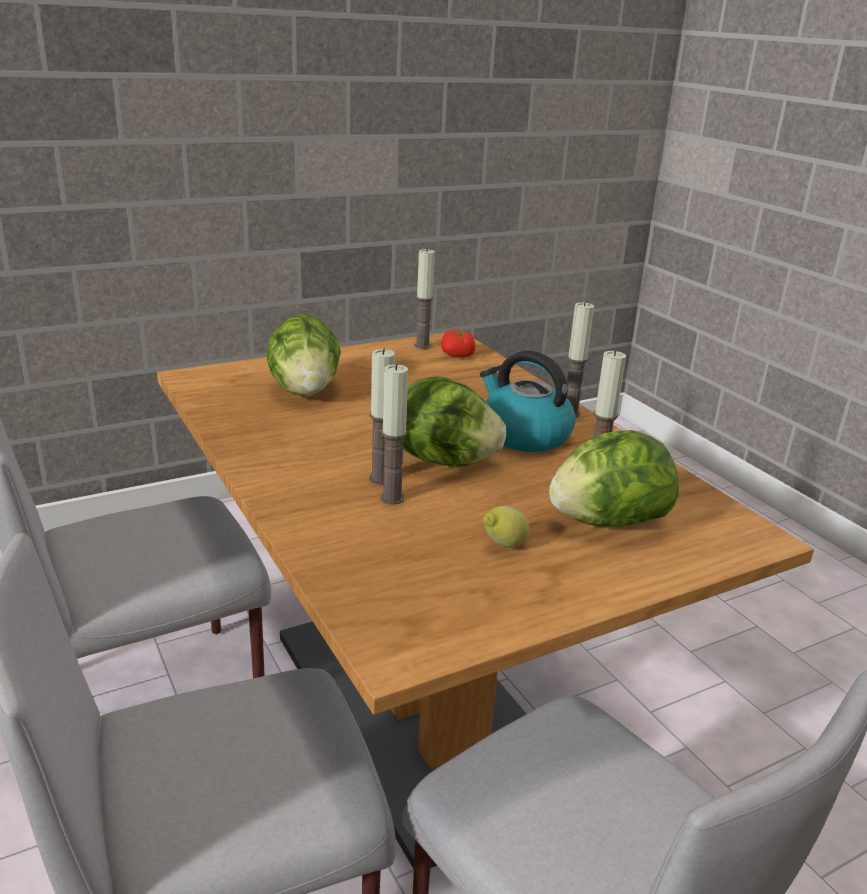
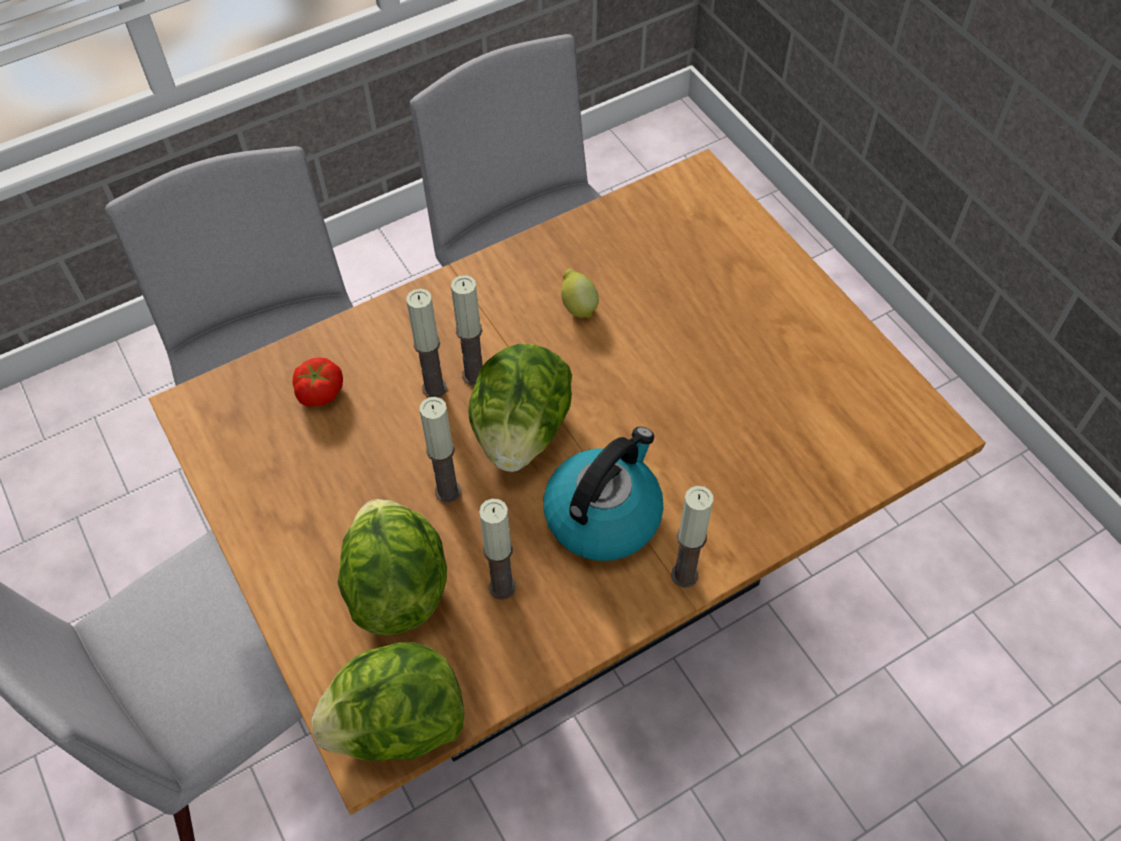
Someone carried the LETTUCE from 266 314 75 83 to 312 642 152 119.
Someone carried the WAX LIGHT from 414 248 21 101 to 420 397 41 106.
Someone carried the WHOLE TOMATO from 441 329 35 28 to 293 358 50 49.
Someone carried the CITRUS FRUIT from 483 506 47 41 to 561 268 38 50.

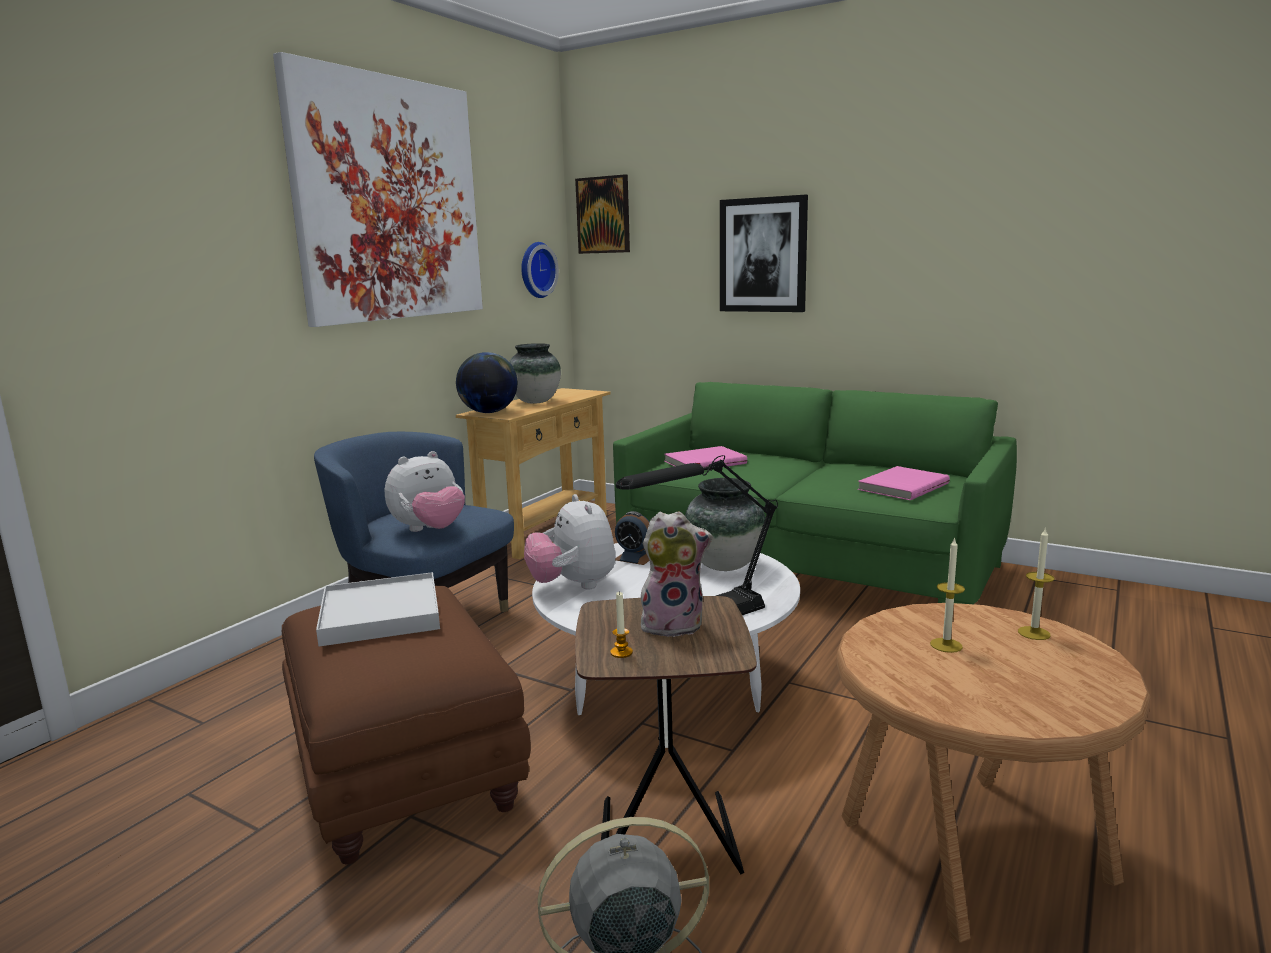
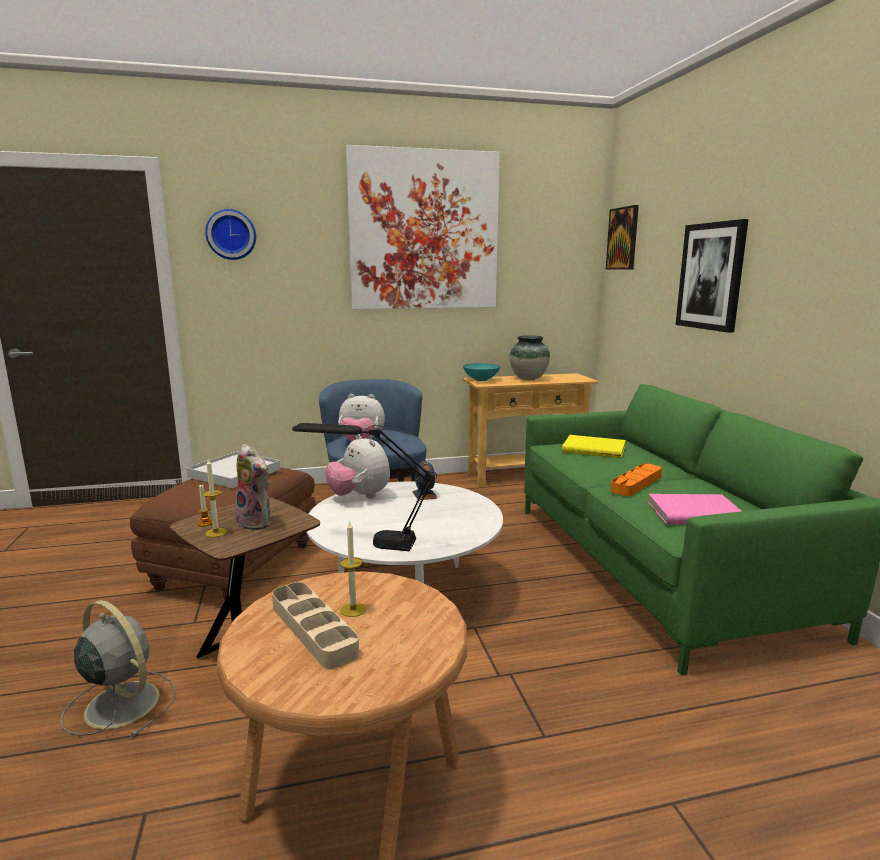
Someone swapped the DESK GLOBE at 456 352 62 61 for the TURQUOISE-COLOURED BOWL at 463 363 37 18.
Someone carried the WALL CLOCK from 521 242 38 56 to 205 209 51 51.
Someone rotated the SOFT TOY at 524 494 91 95 by 60 degrees counterclockwise.
Someone repainted the PINKISH BOOK at 664 446 83 22, which became the YELLOW BOOK at 562 435 64 23.
Someone took away the FLOWER VASE at 685 478 81 93.
Someone carried the WAX LIGHT from 1018 527 36 113 to 202 459 25 78.
Someone put down the SAND-COLOURED CARRYING TRAY at 272 582 87 87.
Someone put down the ORANGE-COLOURED CARRYING TRAY at 611 463 51 33.

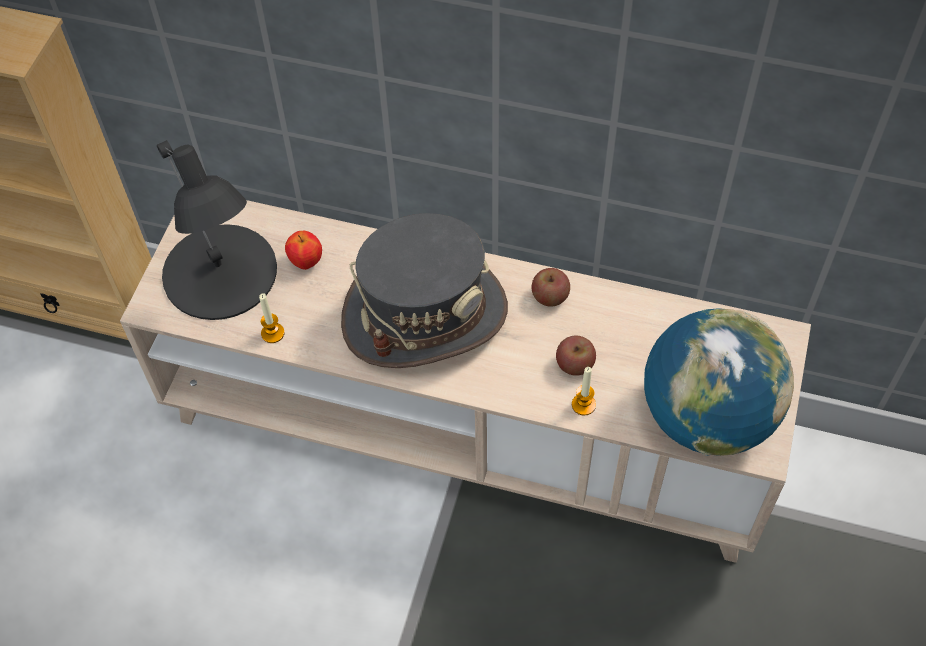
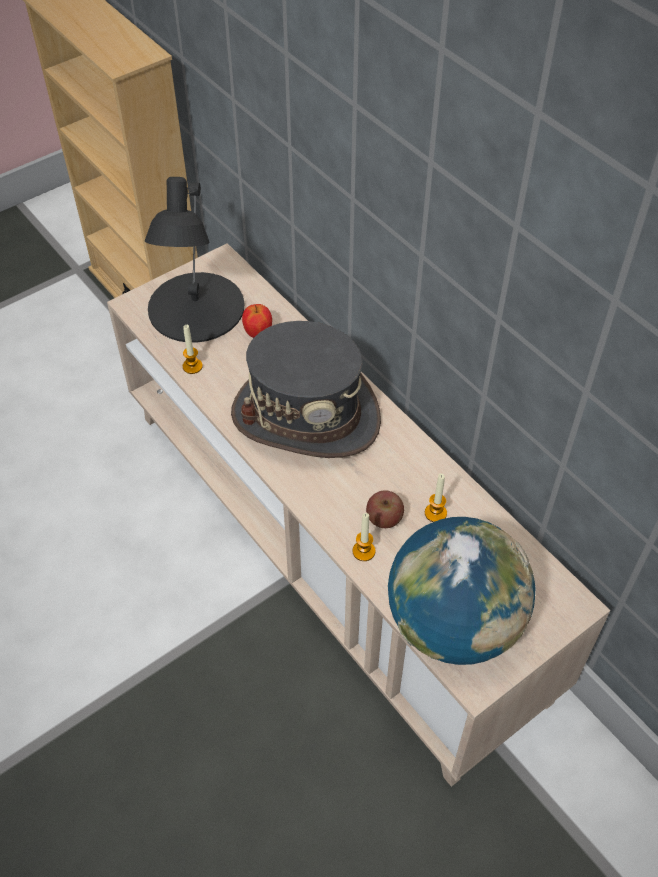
Someone took away the WHOLE APPLE at 532 268 38 39.
Someone put down the WAX LIGHT at 425 474 22 48.

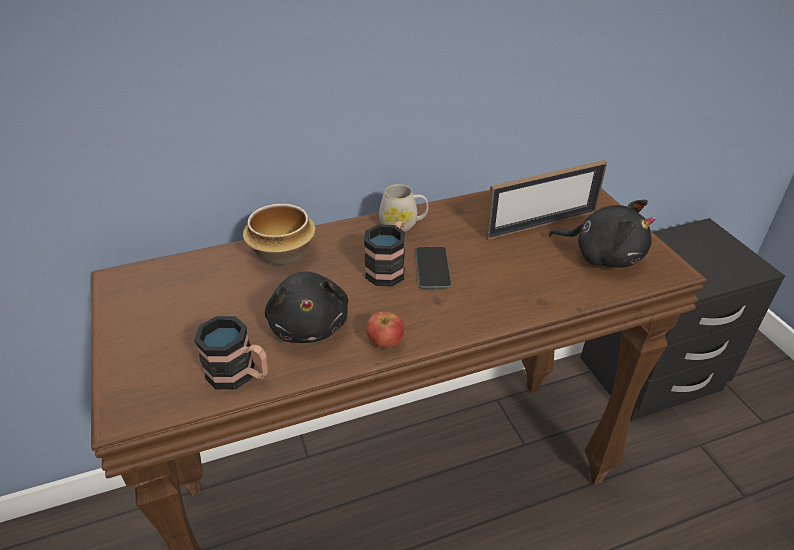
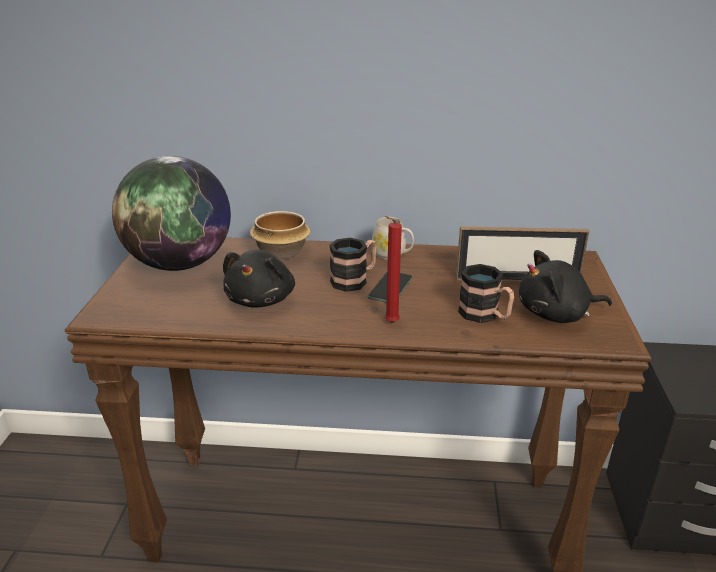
Someone carried the MUG from 194 316 74 74 to 458 264 56 59.
Someone took away the WHOLE APPLE at 366 311 39 38.
Someone rotated the BLACK SOFT TOY at 549 200 107 68 by 120 degrees clockwise.
Someone put down the DESK GLOBE at 112 156 119 115.
Someone put down the RED-COLOURED WAX LIGHT at 385 216 17 107.

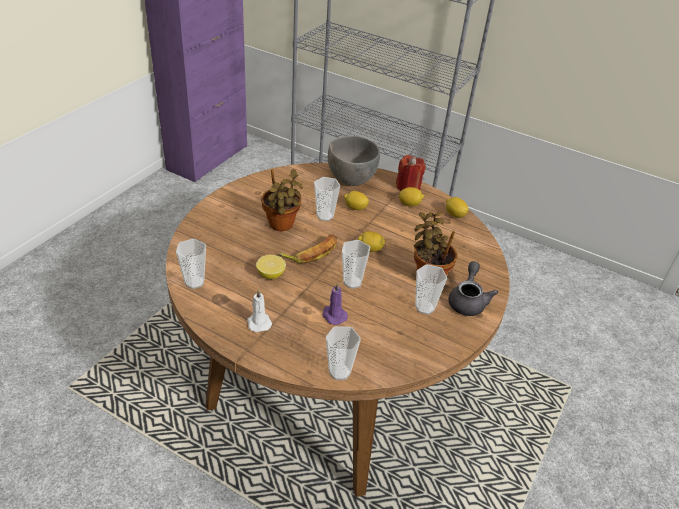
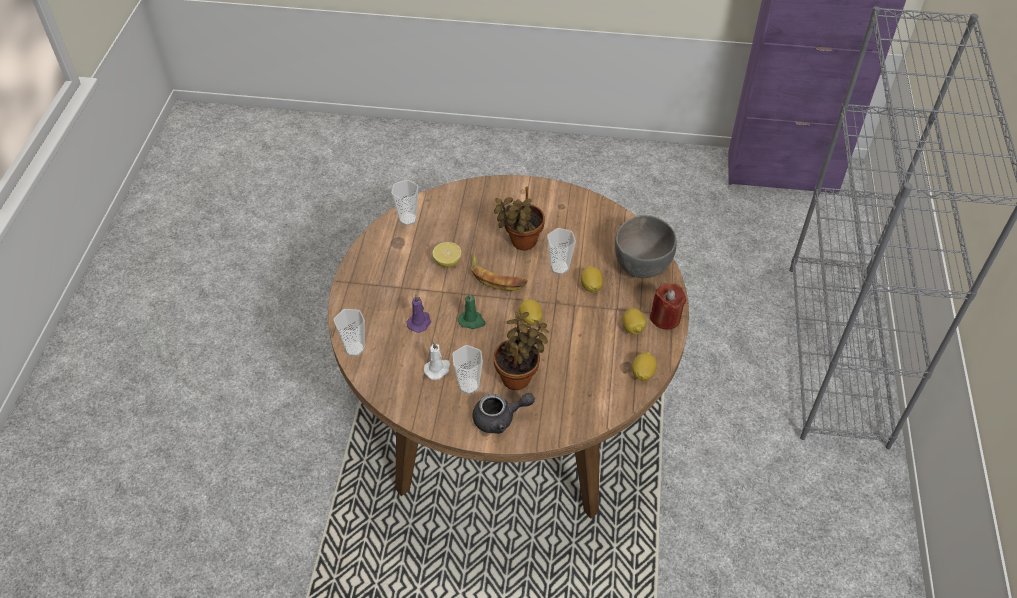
Someone carried the WHITISH WAX LIGHT from 247 289 25 43 to 424 341 26 39.
Someone swapped the CUP at 342 240 28 49 for the GREENISH WAX LIGHT at 458 292 28 37.

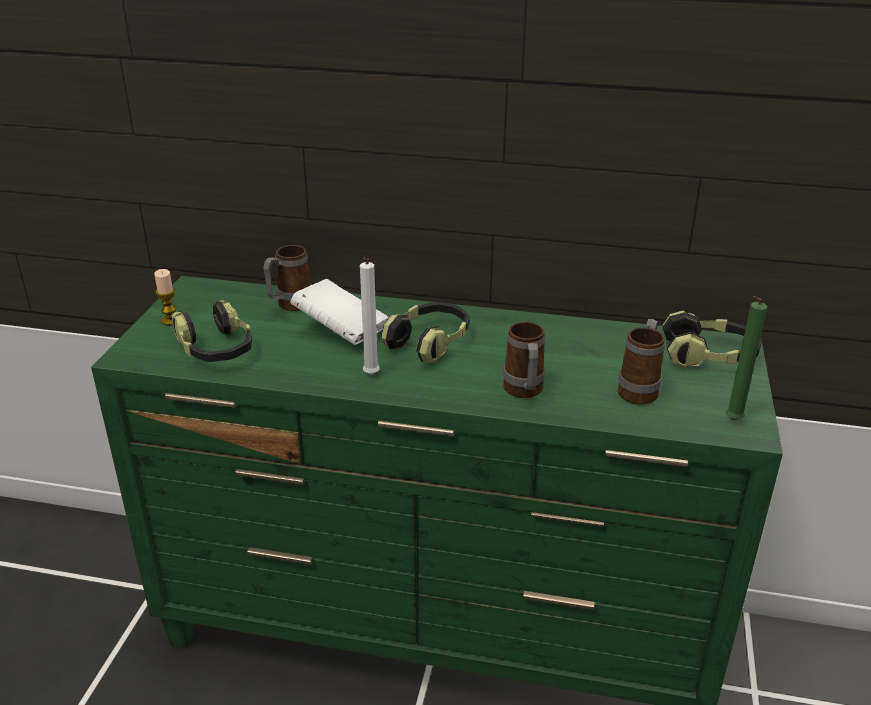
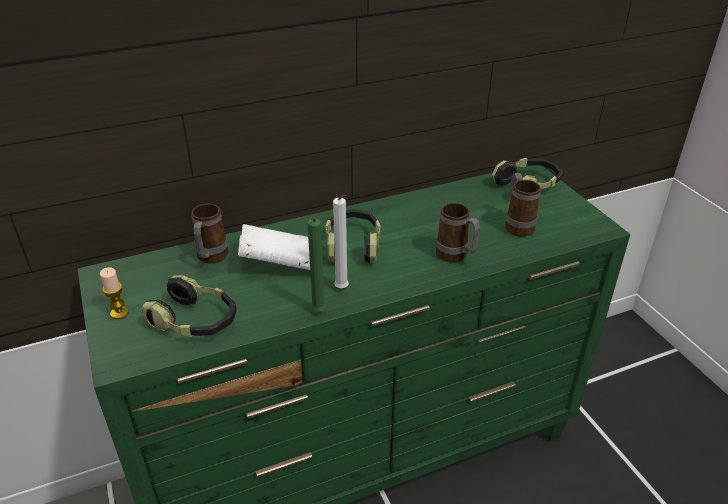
Someone carried the GREENISH WAX LIGHT from 726 296 41 124 to 307 217 19 95.

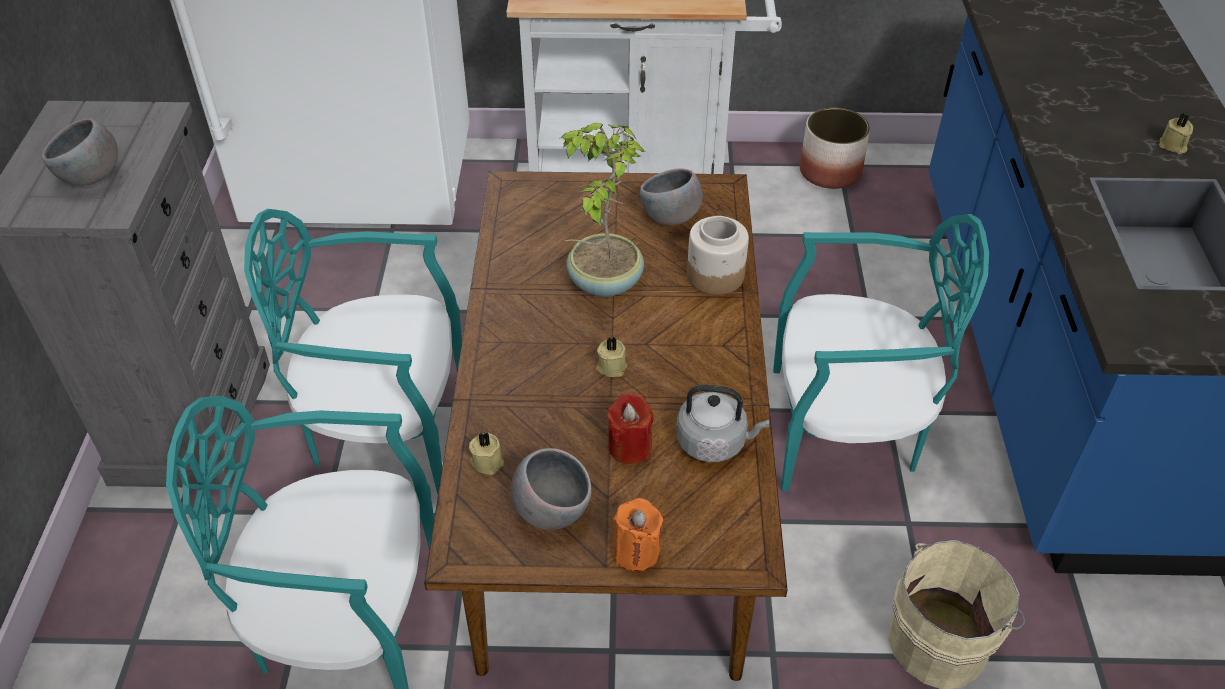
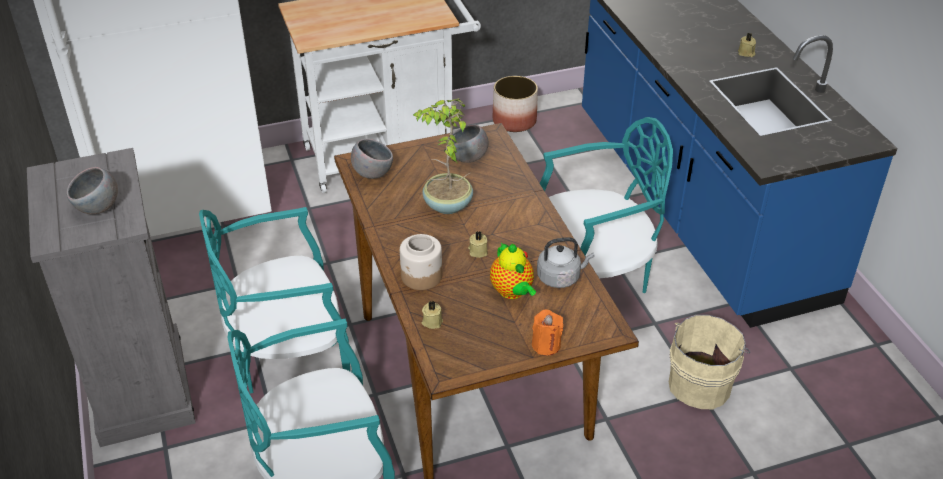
Someone carried the GREYISH BOWL from 511 448 81 82 to 351 139 42 40.
Someone swapped the RED-COLOURED WAX LIGHT at 607 393 47 71 for the TEA POT at 490 242 46 57.
Someone carried the JAR from 687 216 62 79 to 400 234 42 56.

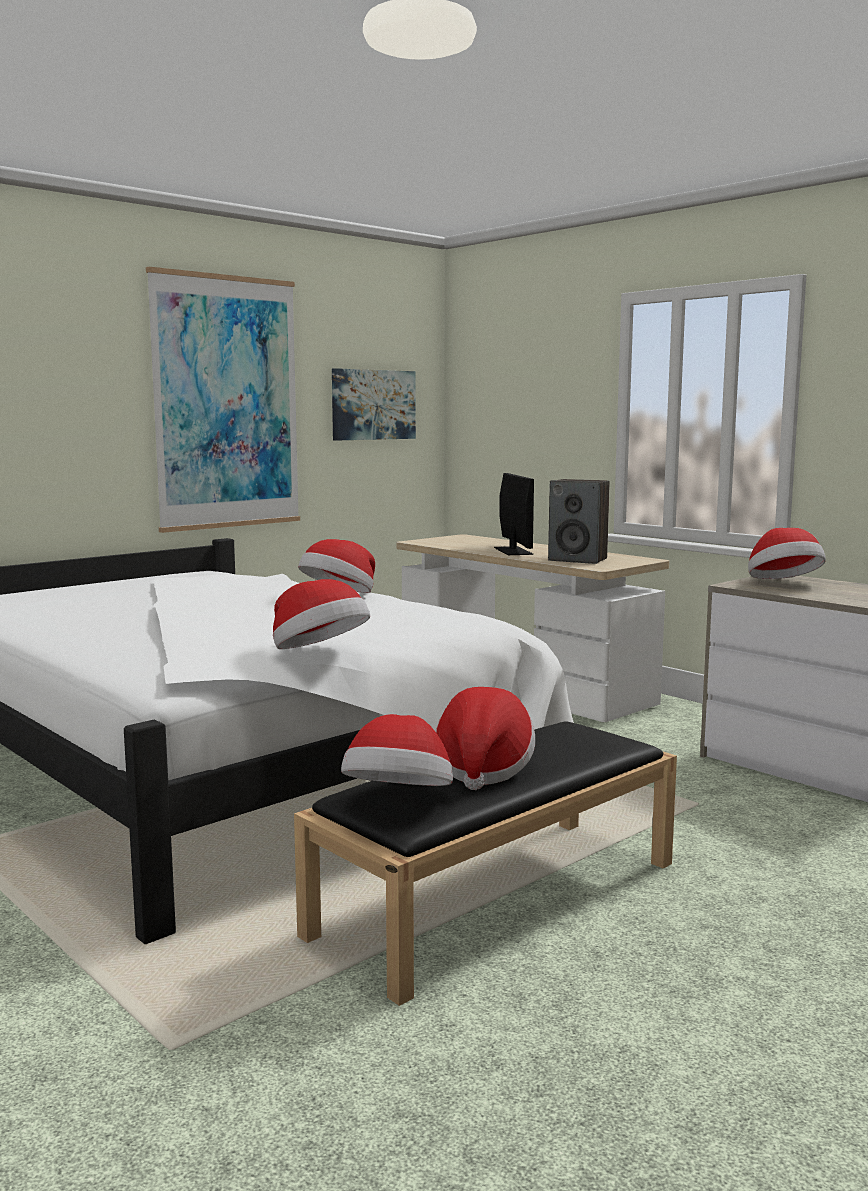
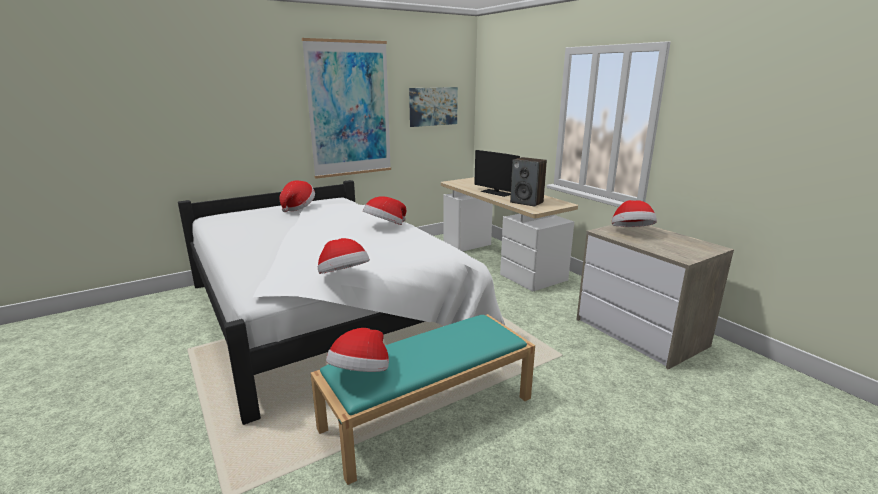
Someone repainted the BLACK LONG SEAT at 294 721 383 285, which became the TURQUOISE-COLOURED LONG SEAT at 311 314 224 171.
Someone carried the CLOTHING HAT from 435 687 100 103 to 279 181 36 31.
Someone rotated the COMPUTER SCREEN at 494 473 40 82 by 135 degrees clockwise.

